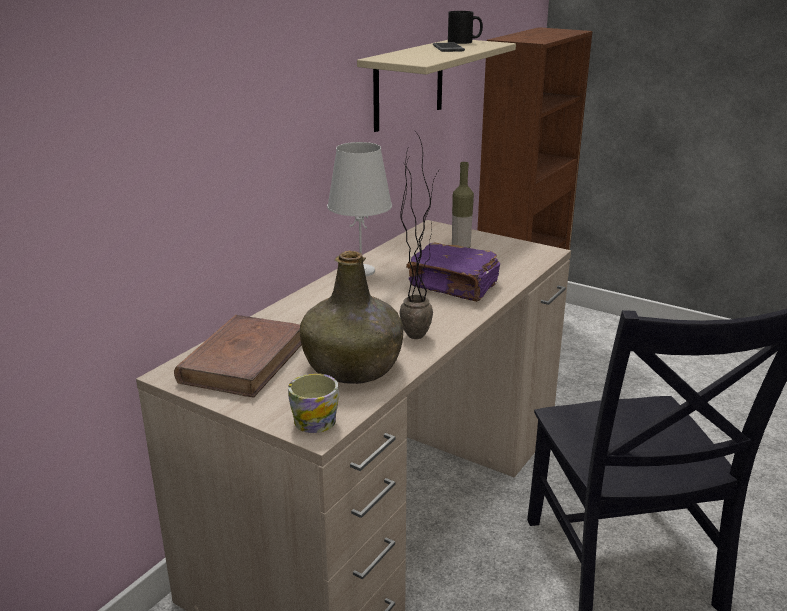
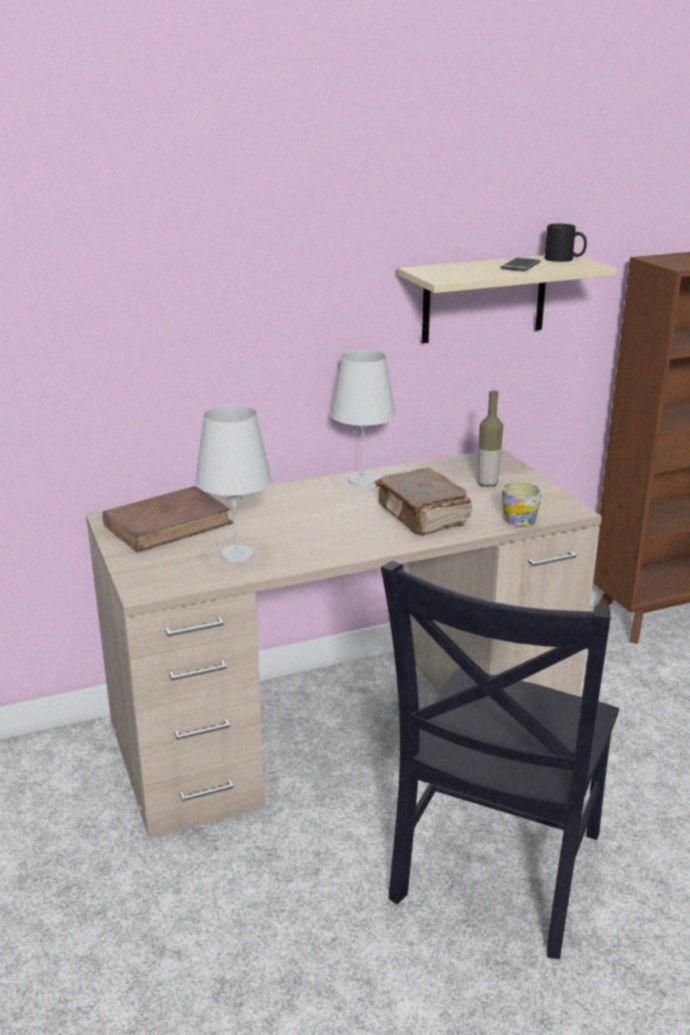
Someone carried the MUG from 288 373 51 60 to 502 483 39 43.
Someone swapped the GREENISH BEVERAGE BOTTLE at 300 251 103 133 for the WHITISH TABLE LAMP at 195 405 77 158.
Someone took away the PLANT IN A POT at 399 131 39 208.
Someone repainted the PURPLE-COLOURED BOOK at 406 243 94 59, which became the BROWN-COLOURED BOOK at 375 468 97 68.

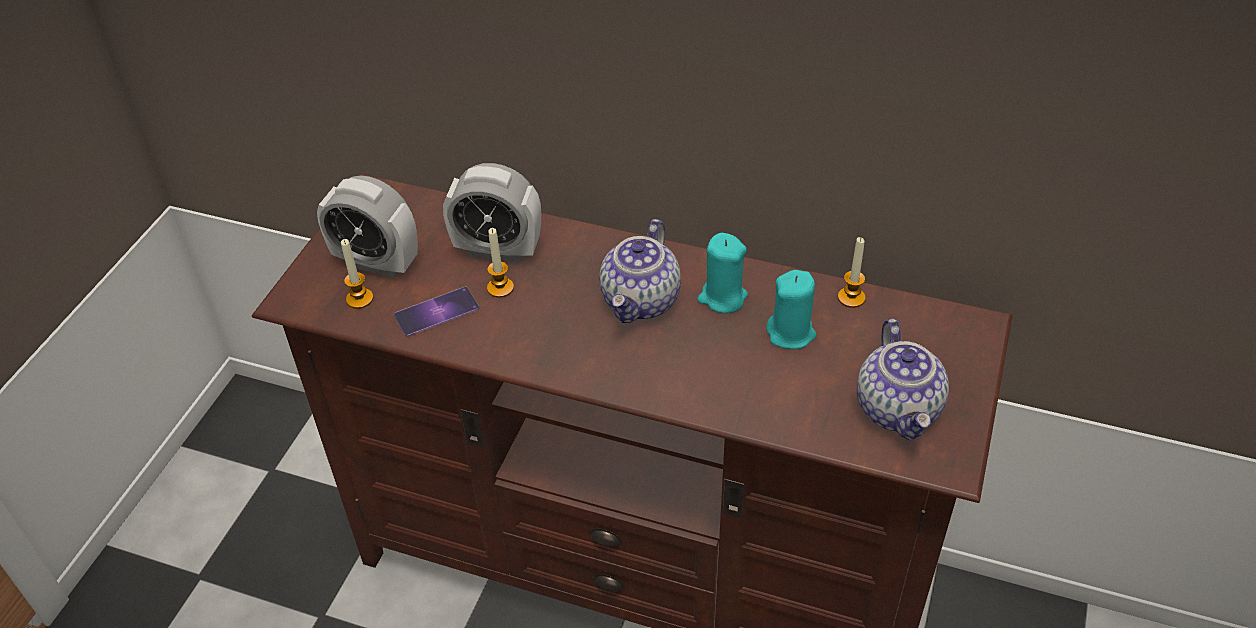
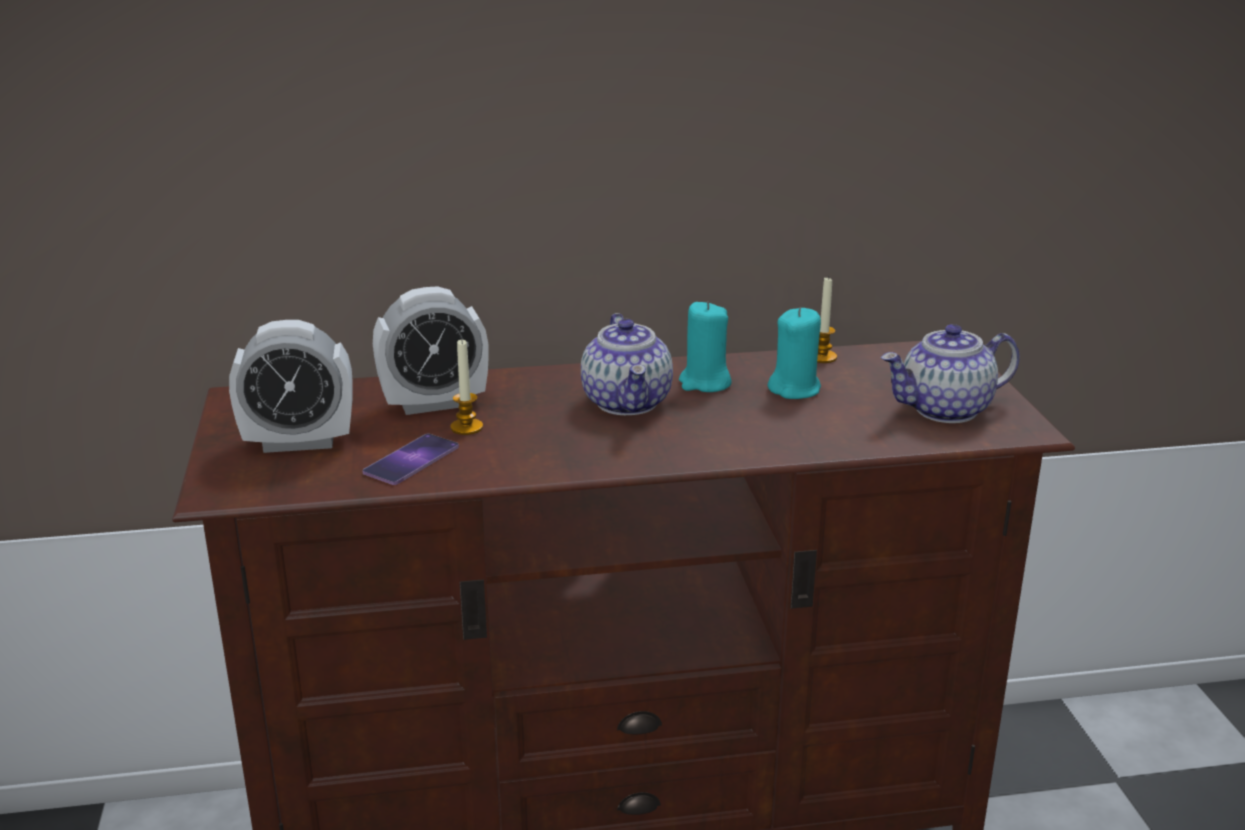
Someone took away the WAX LIGHT at 341 239 32 70.
Someone rotated the TEA POT at 857 319 92 122 by 105 degrees clockwise.

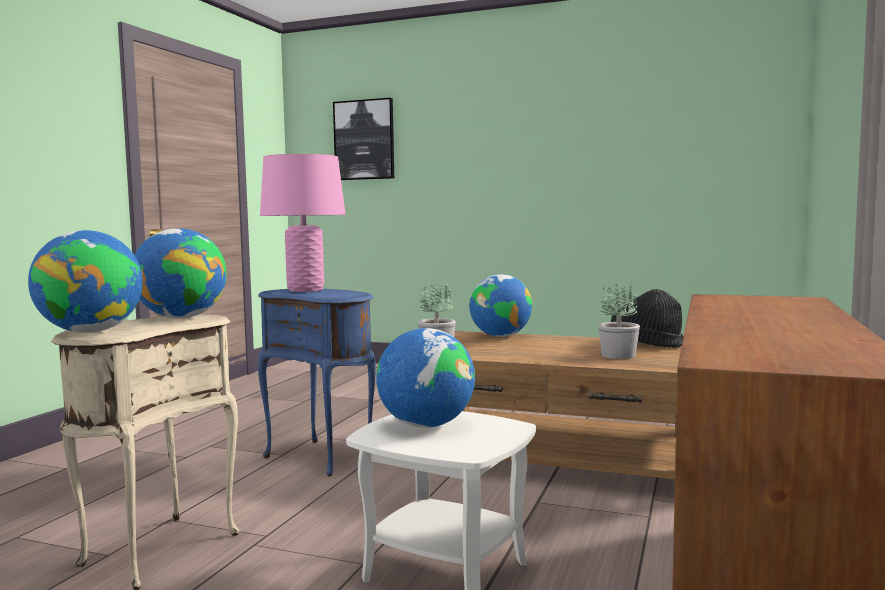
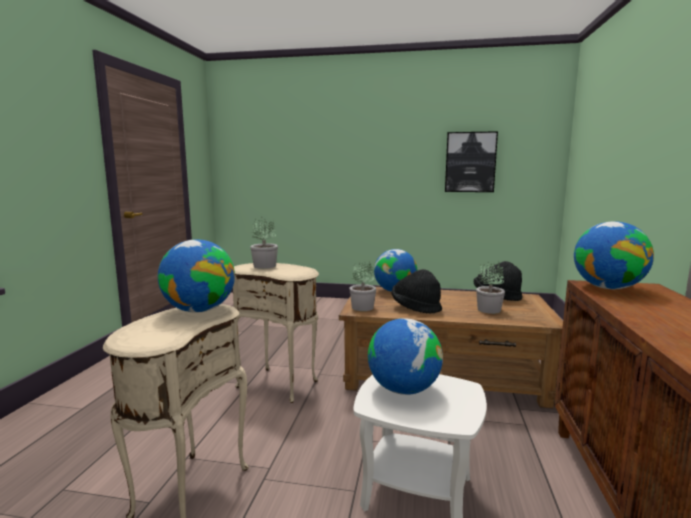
Someone carried the DESK GLOBE from 28 230 115 103 to 574 221 80 68.
Someone repainted the BLUE-COLOURED ACCENT TABLE at 258 289 118 188, which became the SAND-COLOURED ACCENT TABLE at 233 263 86 140.
Someone swapped the PINKISH TABLE LAMP at 260 154 86 138 for the PLANT IN A POT at 250 217 28 52.
Someone carried the PICTURE from 333 98 61 82 to 445 131 53 61.
Someone put down the BLACK CLOTHING HAT at 392 269 50 45.

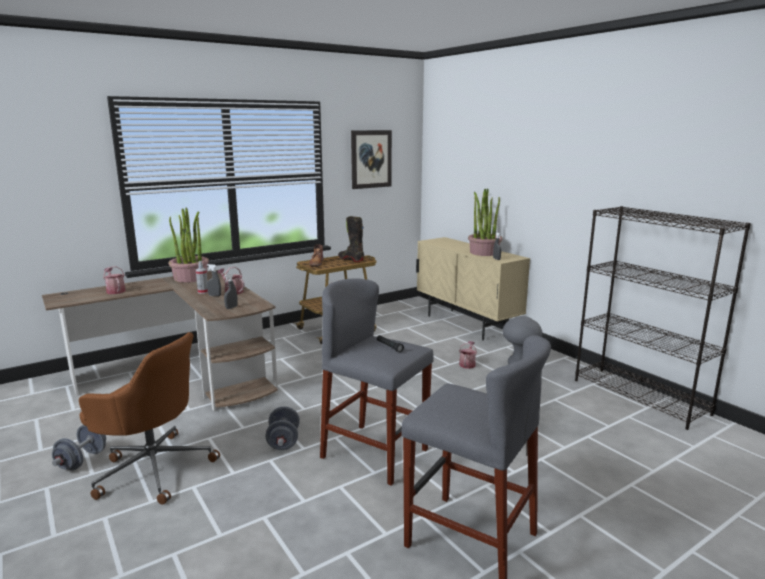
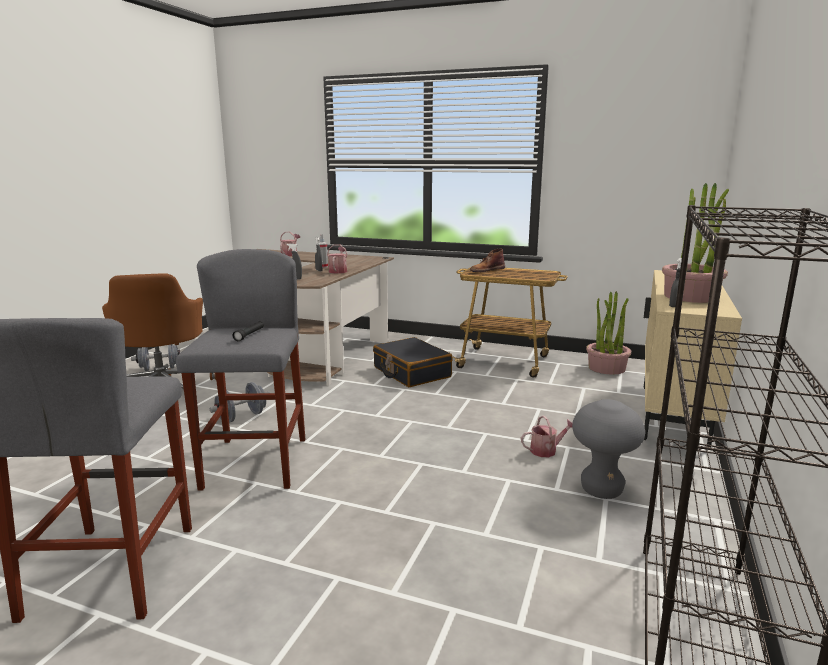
Someone carried the PLANT IN A POT from 168 208 41 75 to 586 291 45 84.
Someone took away the BLACK BOOT at 338 216 26 46.
Someone took away the PICTURE at 351 130 41 59.
Someone put down the BLACK TRAVEL CASE at 373 337 80 50.

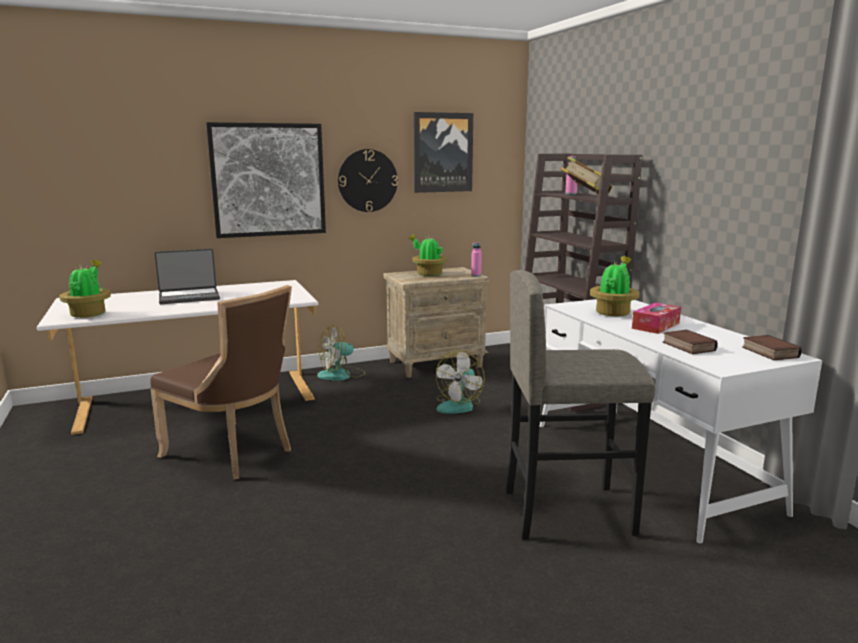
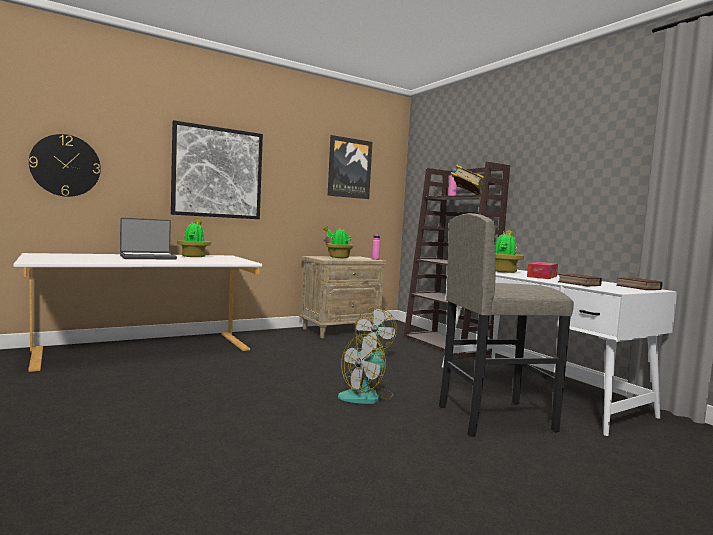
Someone carried the PLANT IN A POT from 60 260 51 58 to 177 220 34 37.
Someone took away the BROWN-COLOURED UPRIGHT CHAIR at 150 285 142 195.
Someone carried the FAN from 317 325 48 56 to 338 334 55 70.
Someone carried the WALL CLOCK from 338 149 60 63 to 29 134 72 63.

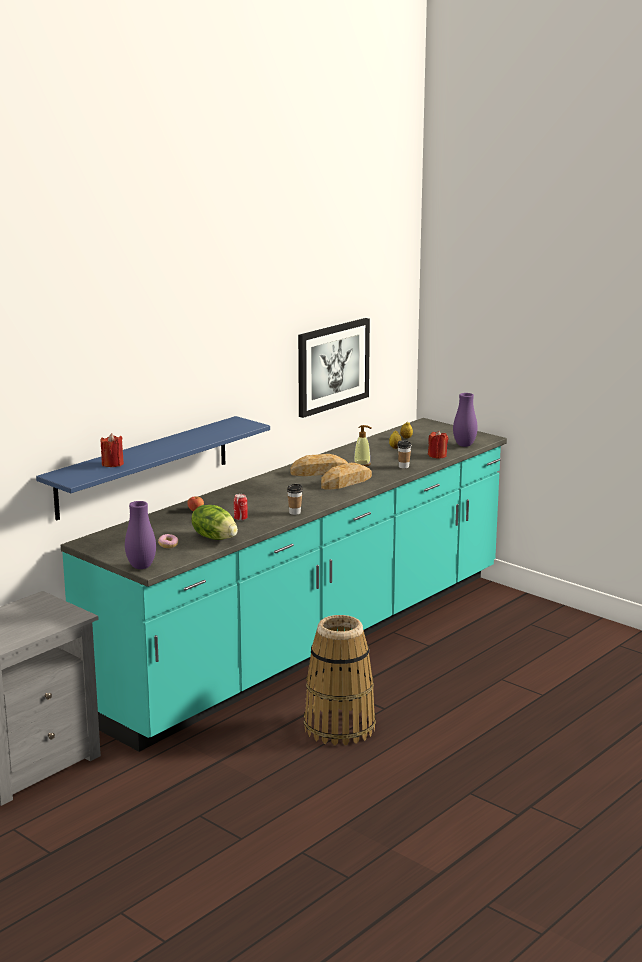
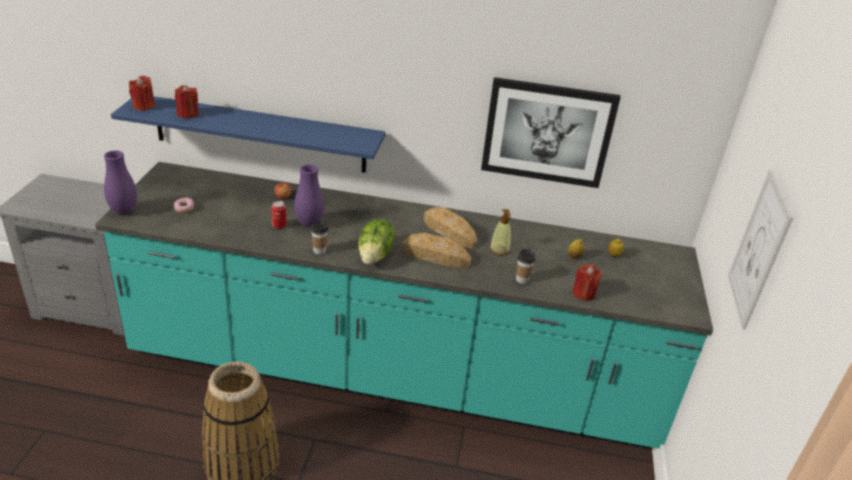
Someone carried the LETTUCE from 191 505 47 35 to 358 219 37 45.
Someone carried the PURPLE-COLOURED FLOWER VASE from 453 393 25 54 to 294 164 31 64.
Someone put down the RED-COLOURED WAX LIGHT at 129 76 26 34.
Someone put up the PICTURE at 728 170 65 160.

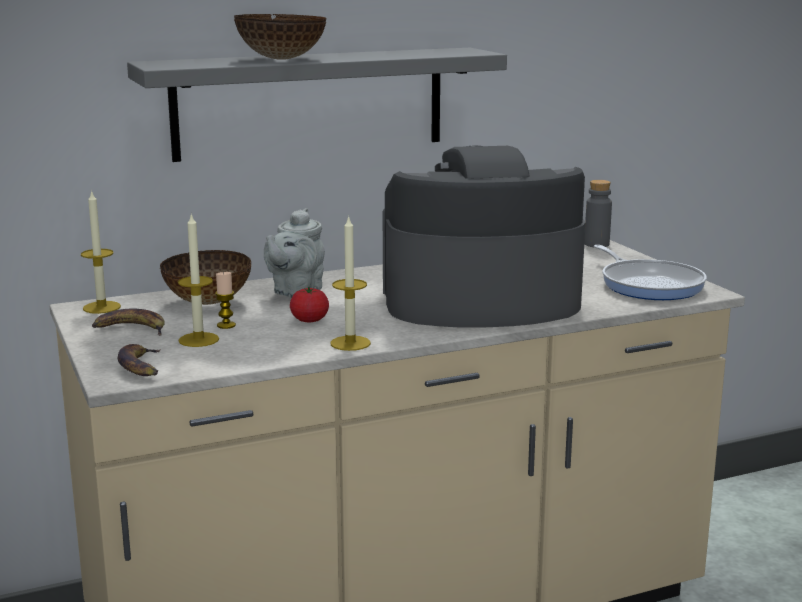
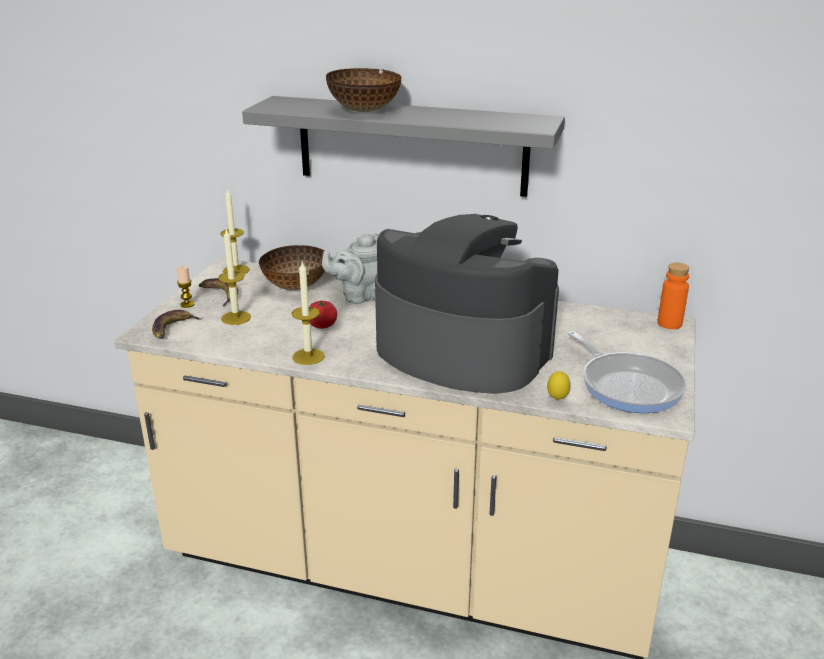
Someone carried the WAX LIGHT from 215 271 21 58 to 177 266 18 42.
Someone repainted the GREYISH BEVERAGE BOTTLE at 584 180 28 67, which became the ORANGE-COLOURED BEVERAGE BOTTLE at 657 263 32 66.
Someone rotated the FRYING PAN at 594 245 112 55 by 45 degrees counterclockwise.
Someone put down the CITRUS FRUIT at 547 371 23 29.

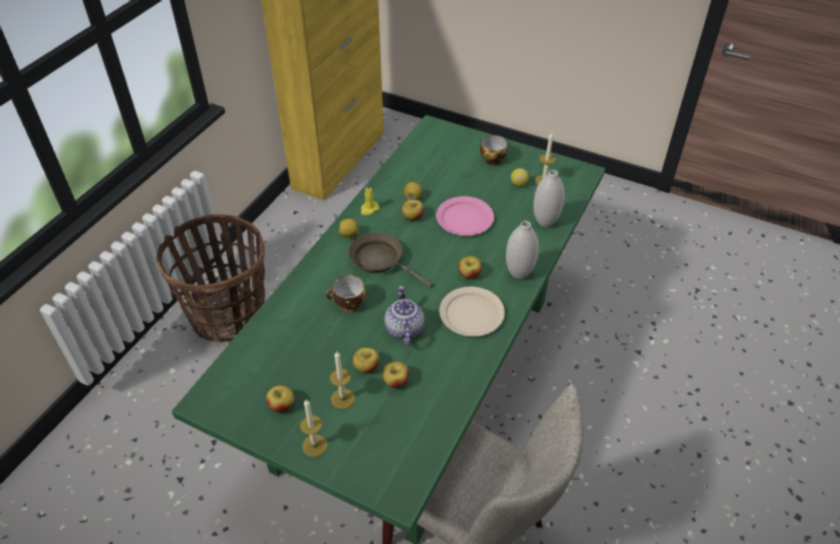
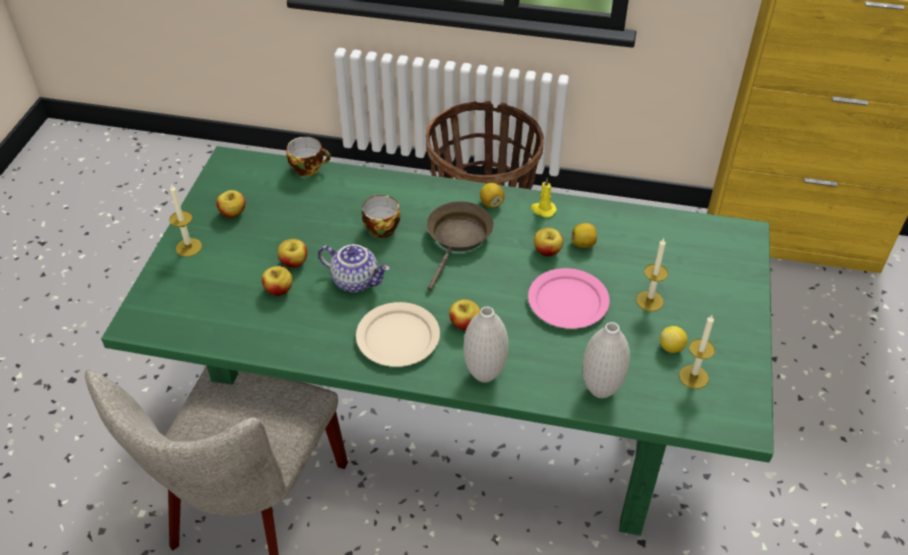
Someone carried the WAX LIGHT from 330 351 25 58 to 636 238 32 73.
Someone rotated the TEA POT at 385 286 39 60 by 45 degrees clockwise.
Someone carried the CUP from 480 135 28 30 to 287 136 44 41.

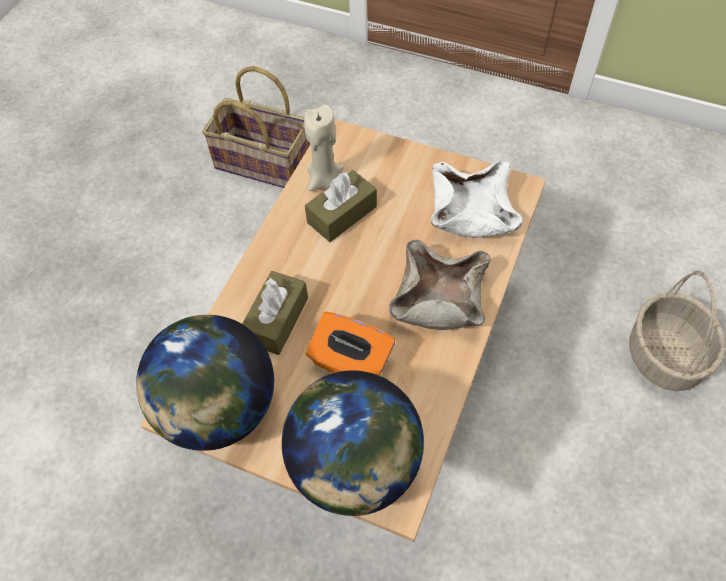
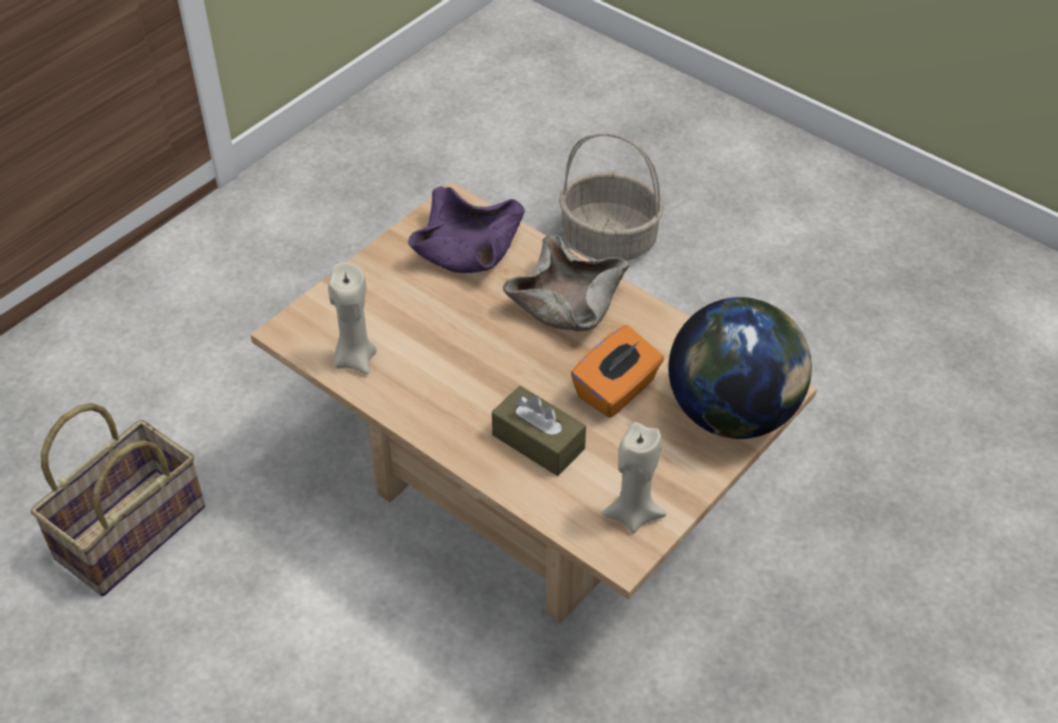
Someone swapped the DESK GLOBE at 136 315 138 136 for the SAND-COLOURED WAX LIGHT at 602 422 64 111.
Someone took away the BROWN-COLOURED TISSUE HOLDER at 305 170 72 72.
Someone repainted the WHITISH BOWL at 431 160 91 78, which became the PURPLE-COLOURED BOWL at 408 186 117 87.

